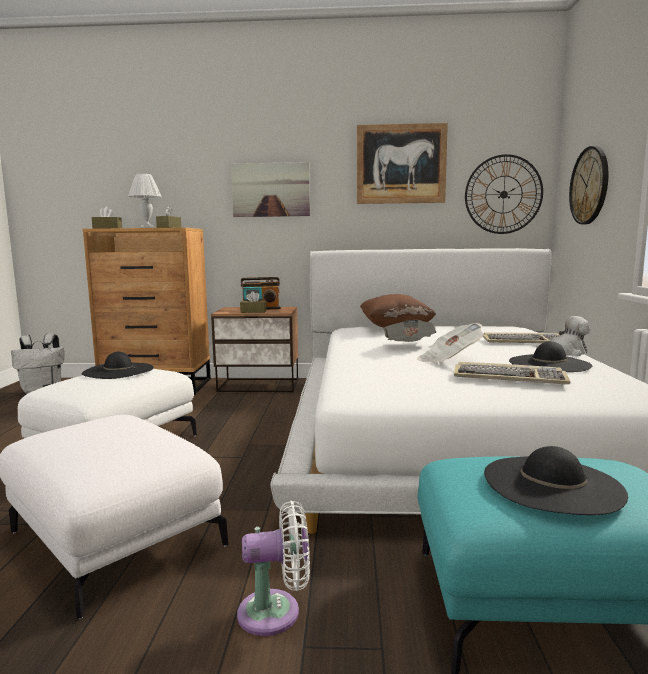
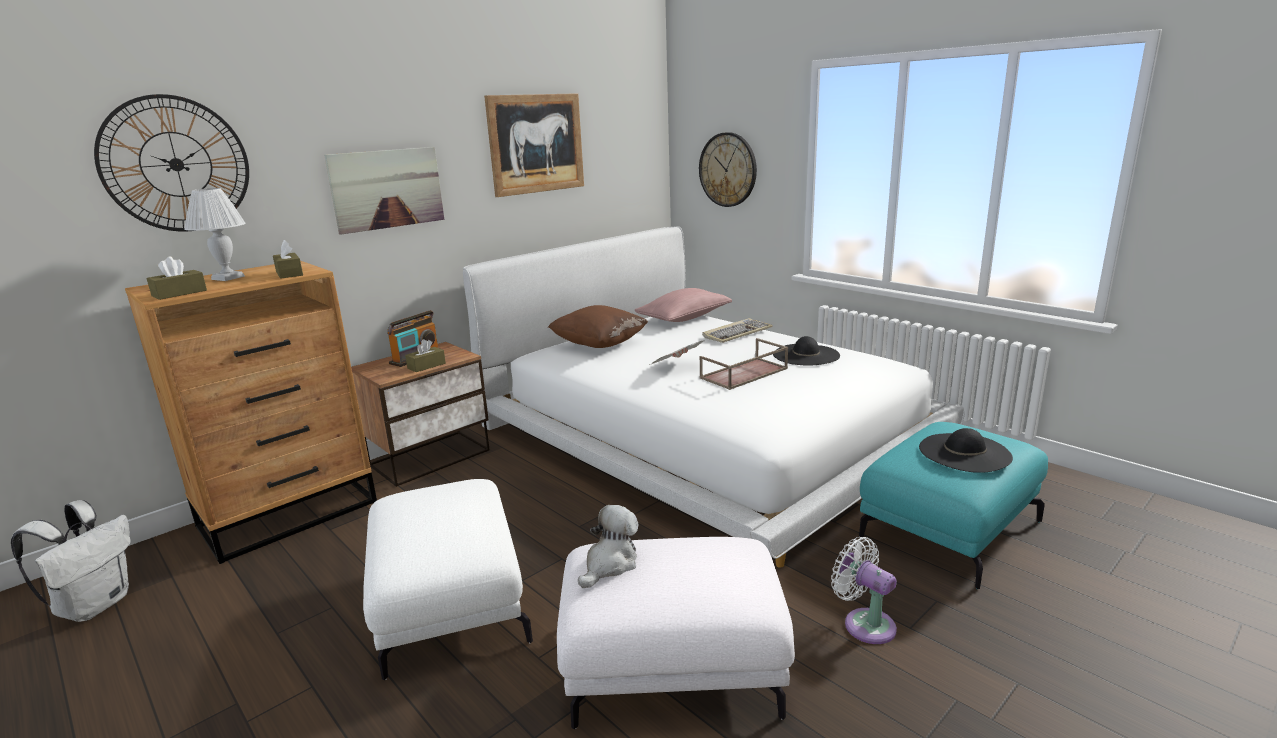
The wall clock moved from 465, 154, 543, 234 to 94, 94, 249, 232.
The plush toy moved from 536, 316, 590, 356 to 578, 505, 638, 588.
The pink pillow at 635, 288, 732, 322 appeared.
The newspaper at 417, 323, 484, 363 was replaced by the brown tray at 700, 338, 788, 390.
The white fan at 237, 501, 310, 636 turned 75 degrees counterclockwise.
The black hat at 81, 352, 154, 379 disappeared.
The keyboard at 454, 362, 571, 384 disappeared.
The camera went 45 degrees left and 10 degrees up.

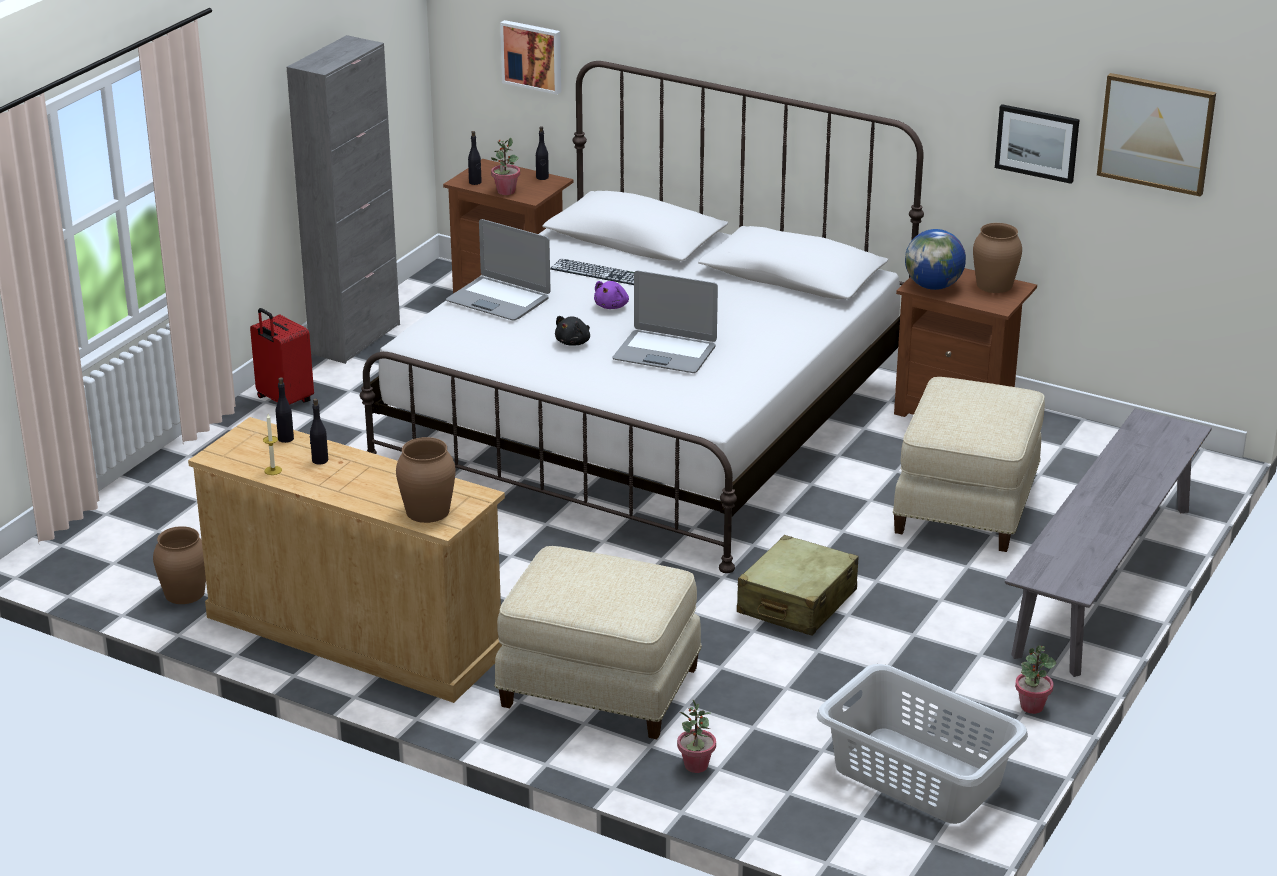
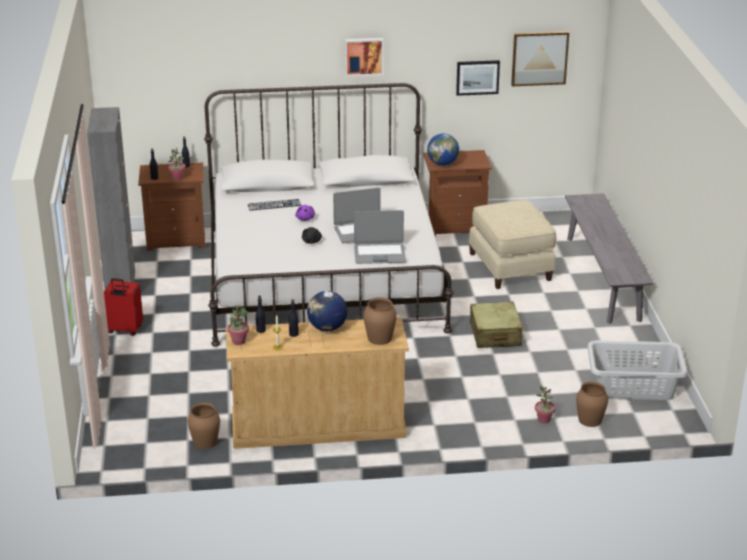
The potted plant moved from 1015, 645, 1056, 714 to 227, 305, 249, 345.
The globe at 307, 291, 348, 331 appeared.
The picture moved from 500, 20, 561, 95 to 345, 38, 384, 77.
The laptop moved from 446, 219, 551, 321 to 354, 210, 406, 264.
The brown vase moved from 973, 223, 1022, 293 to 576, 381, 608, 427.
The beige ottoman at 494, 546, 702, 739 disappeared.
The camera went 35 degrees left and 0 degrees up.

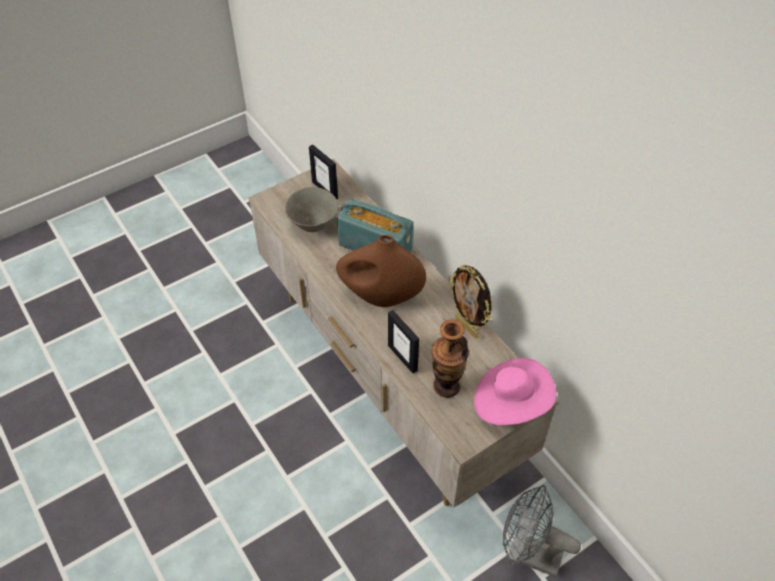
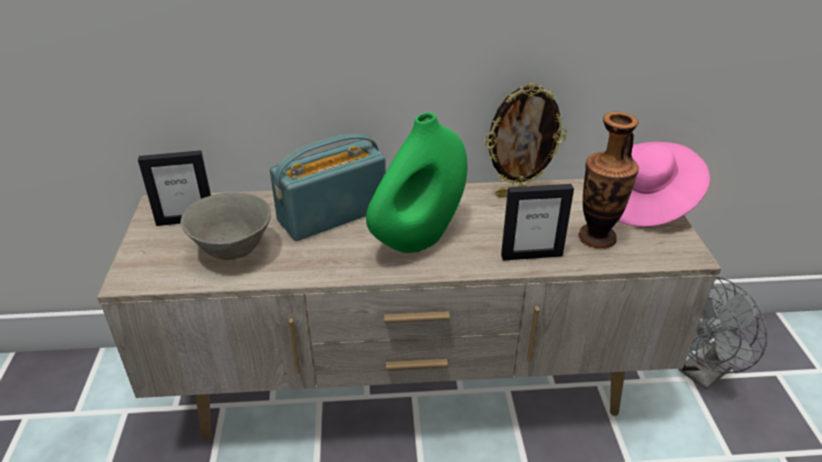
The brown vase at 336, 235, 426, 307 became the green vase at 366, 113, 467, 253.
The camera went 60 degrees left and 15 degrees down.

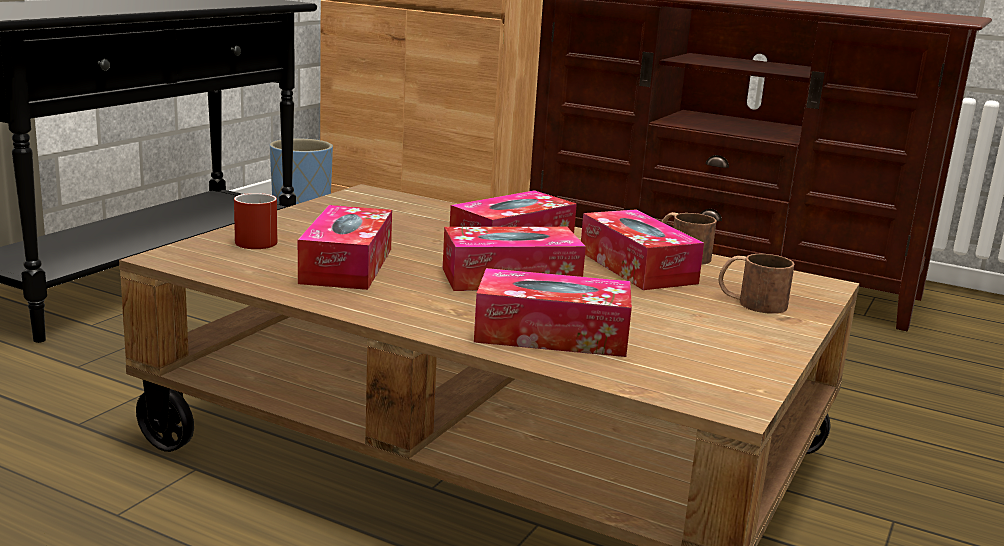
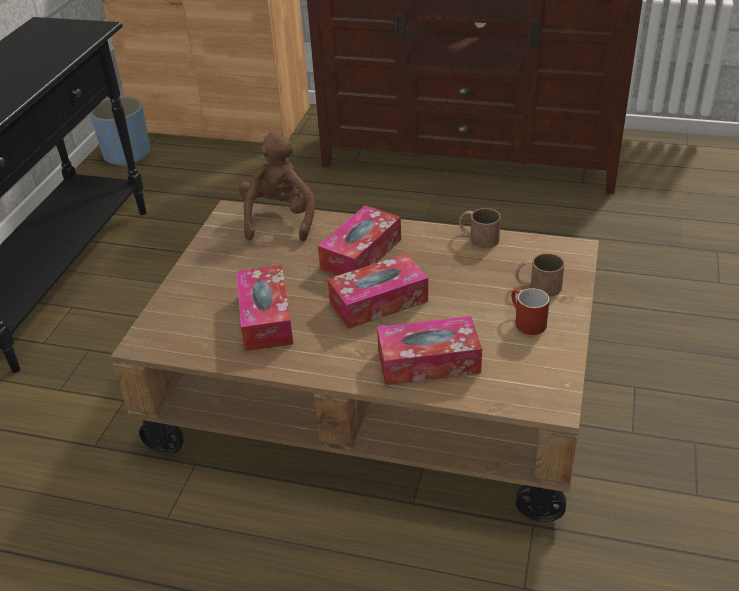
The brown plush toy at 239, 132, 315, 241 appeared.
The red mug moved from 234, 193, 277, 249 to 511, 288, 550, 335.
The tissue box at 581, 210, 704, 290 disappeared.
The camera went 10 degrees left and 20 degrees up.

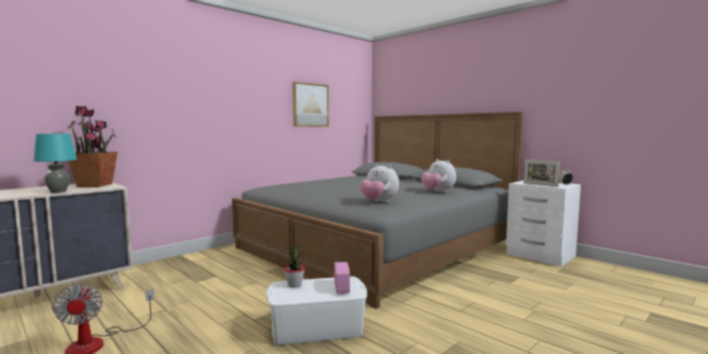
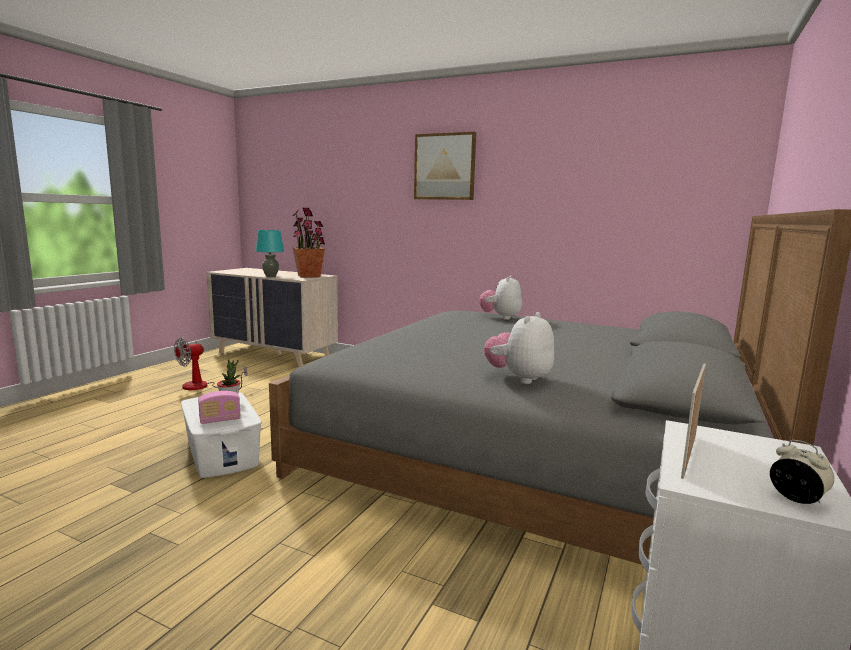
The picture moved from 293, 82, 329, 127 to 414, 132, 476, 200.
The plush toy moved from 360, 164, 399, 203 to 480, 275, 522, 320.
The camera went 70 degrees right and 5 degrees up.

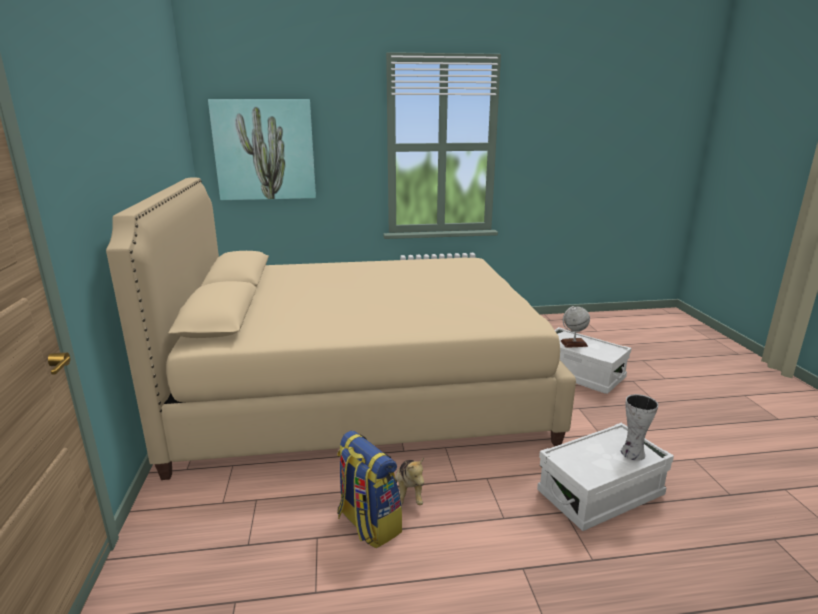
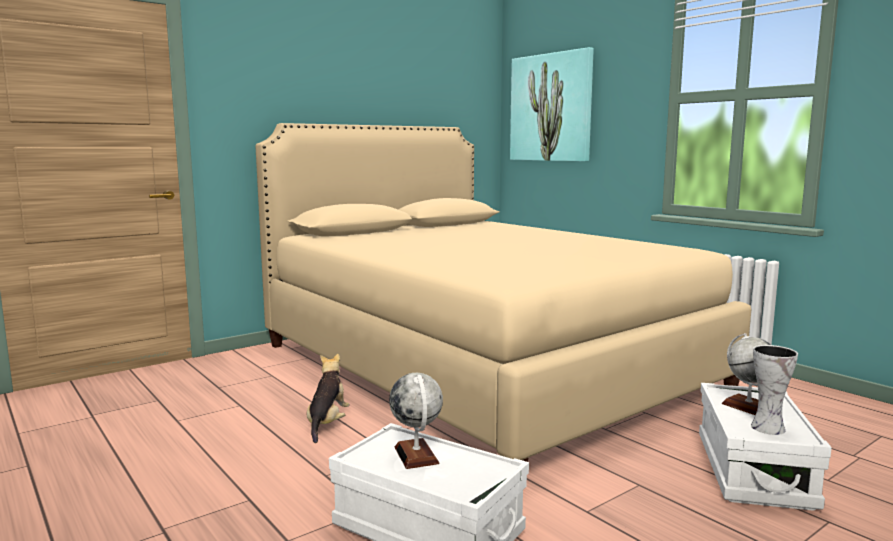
The plush toy at 395, 457, 424, 505 turned 135 degrees clockwise.
The globe at 389, 373, 443, 469 appeared.
The vase moved from 621, 394, 658, 461 to 751, 345, 798, 435.
The backpack at 337, 431, 402, 549 disappeared.
The camera went 60 degrees right and 10 degrees down.

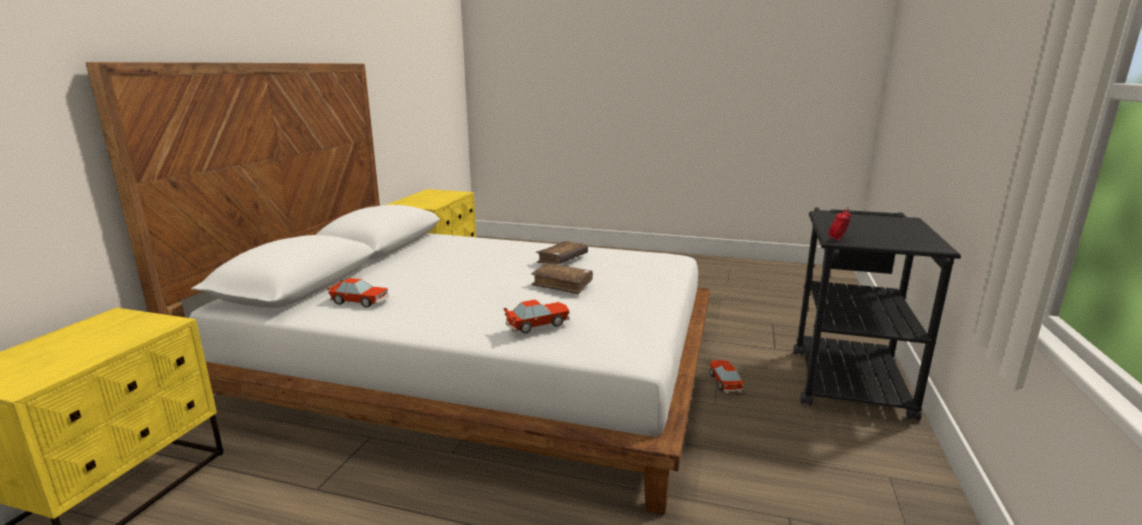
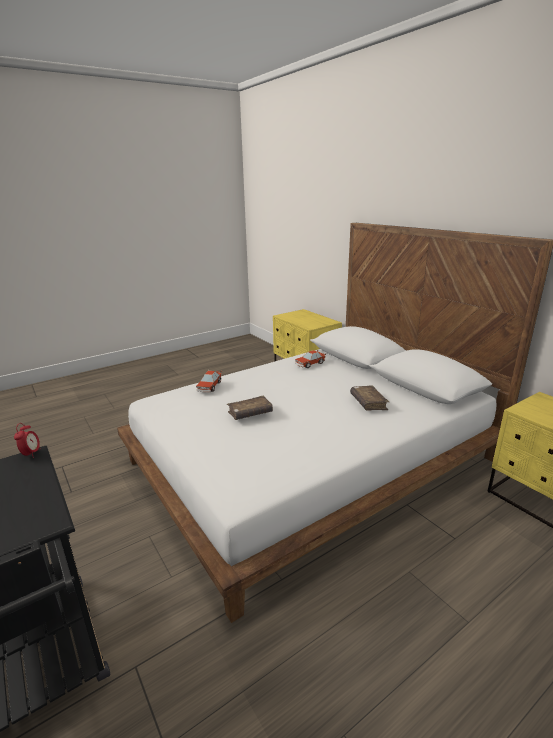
The brown book moved from 536, 241, 588, 264 to 350, 386, 389, 410.
The toy car at 709, 360, 745, 393 disappeared.
The camera went 130 degrees right and 5 degrees up.

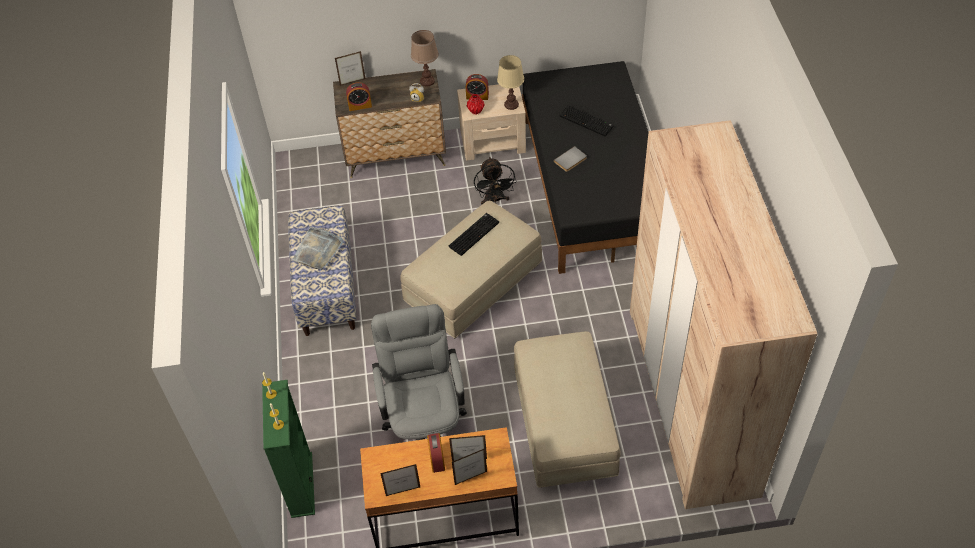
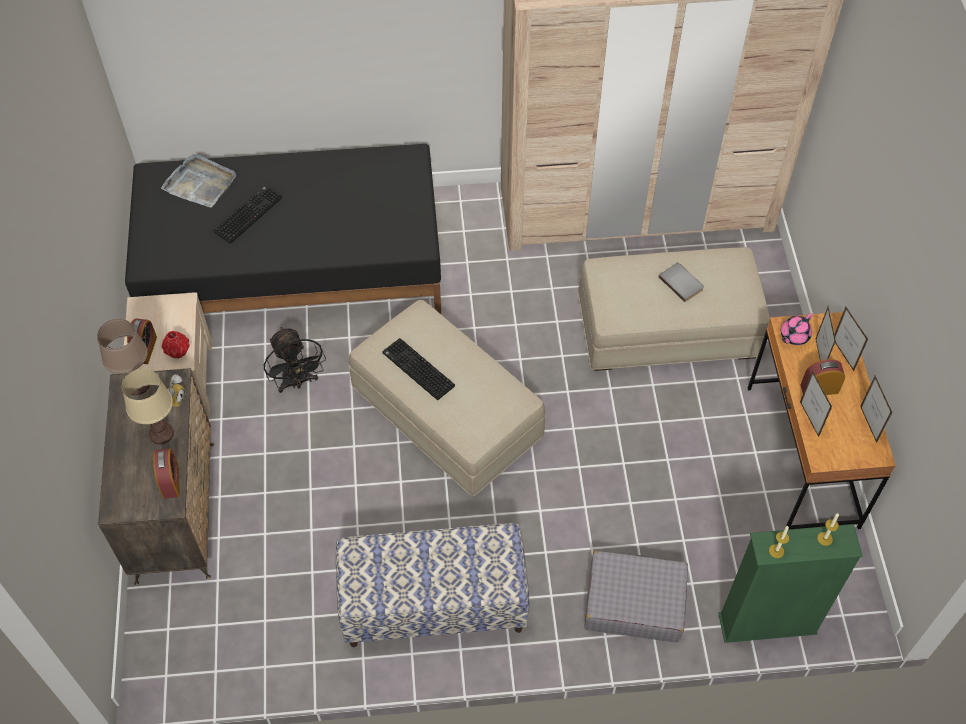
The beige table lamp moved from 497, 55, 524, 110 to 122, 368, 174, 445.
The grey tray moved from 292, 226, 343, 270 to 161, 154, 237, 208.
The black fan at 474, 157, 516, 205 turned 75 degrees clockwise.
The grey suitcase at 584, 551, 688, 643 appeared.
The grey book moved from 554, 146, 587, 172 to 659, 263, 704, 302.
The pink teapot at 781, 313, 812, 345 appeared.
The picture frame moved from 335, 51, 365, 86 to 800, 370, 832, 437.
The grey office chair at 371, 304, 467, 441 disappeared.
The camera went 90 degrees left and 5 degrees up.

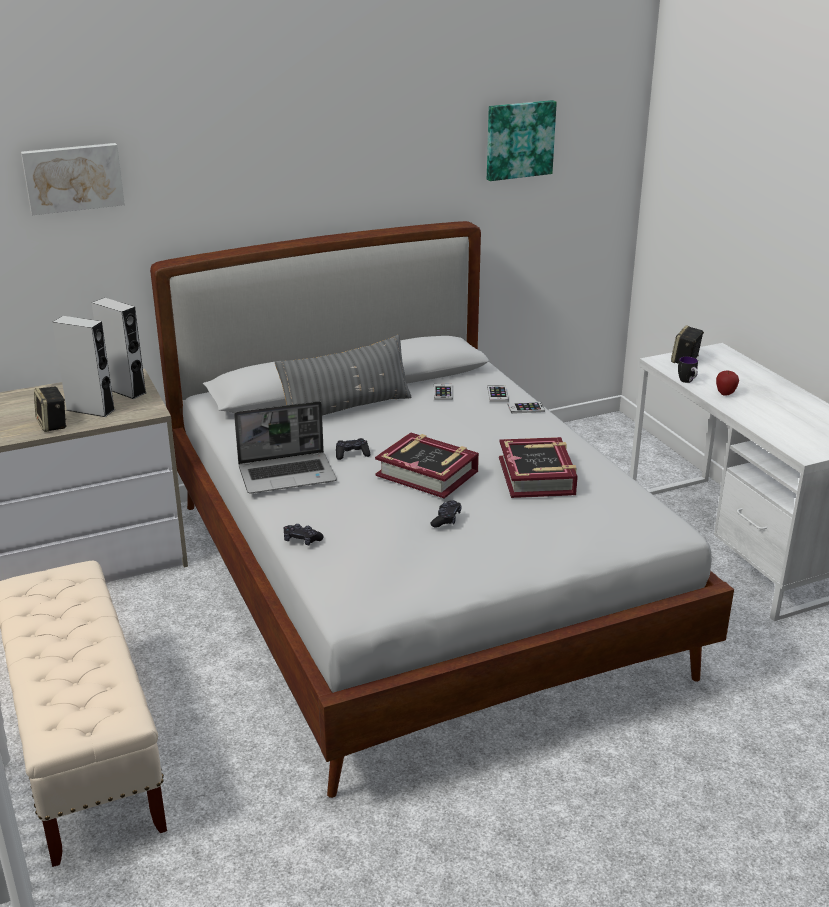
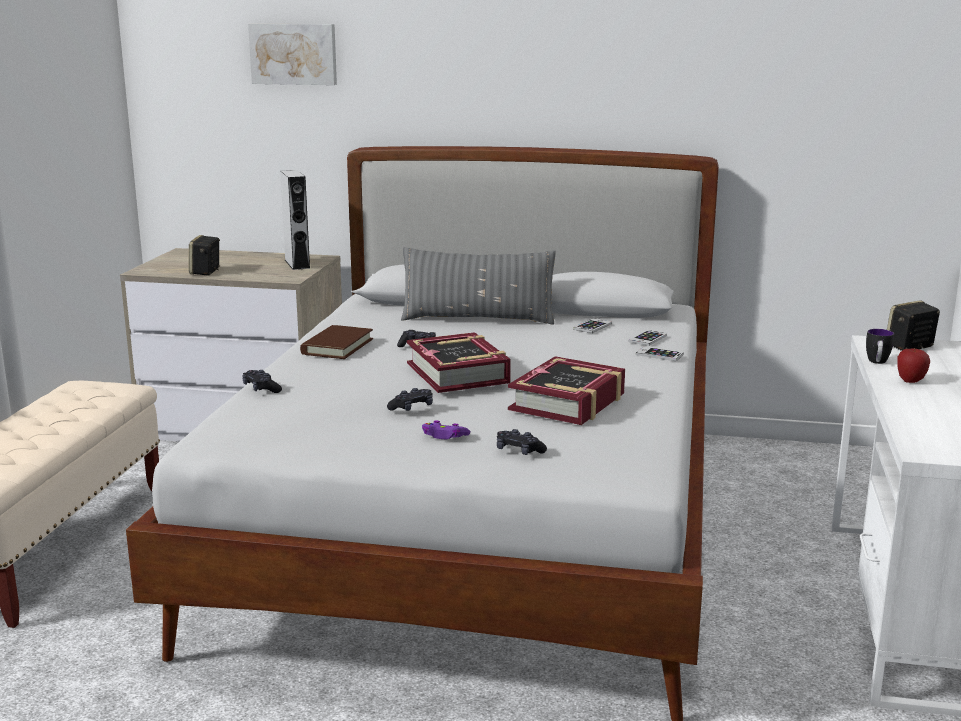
The laptop at 234, 401, 337, 494 was replaced by the brown book at 300, 325, 373, 359.
The purple game controller at 422, 421, 470, 439 appeared.
The black game controller at 497, 429, 547, 455 appeared.
The grey speaker at 52, 316, 116, 417 disappeared.
The picture at 487, 100, 557, 181 disappeared.
The camera went 35 degrees right and 10 degrees down.

